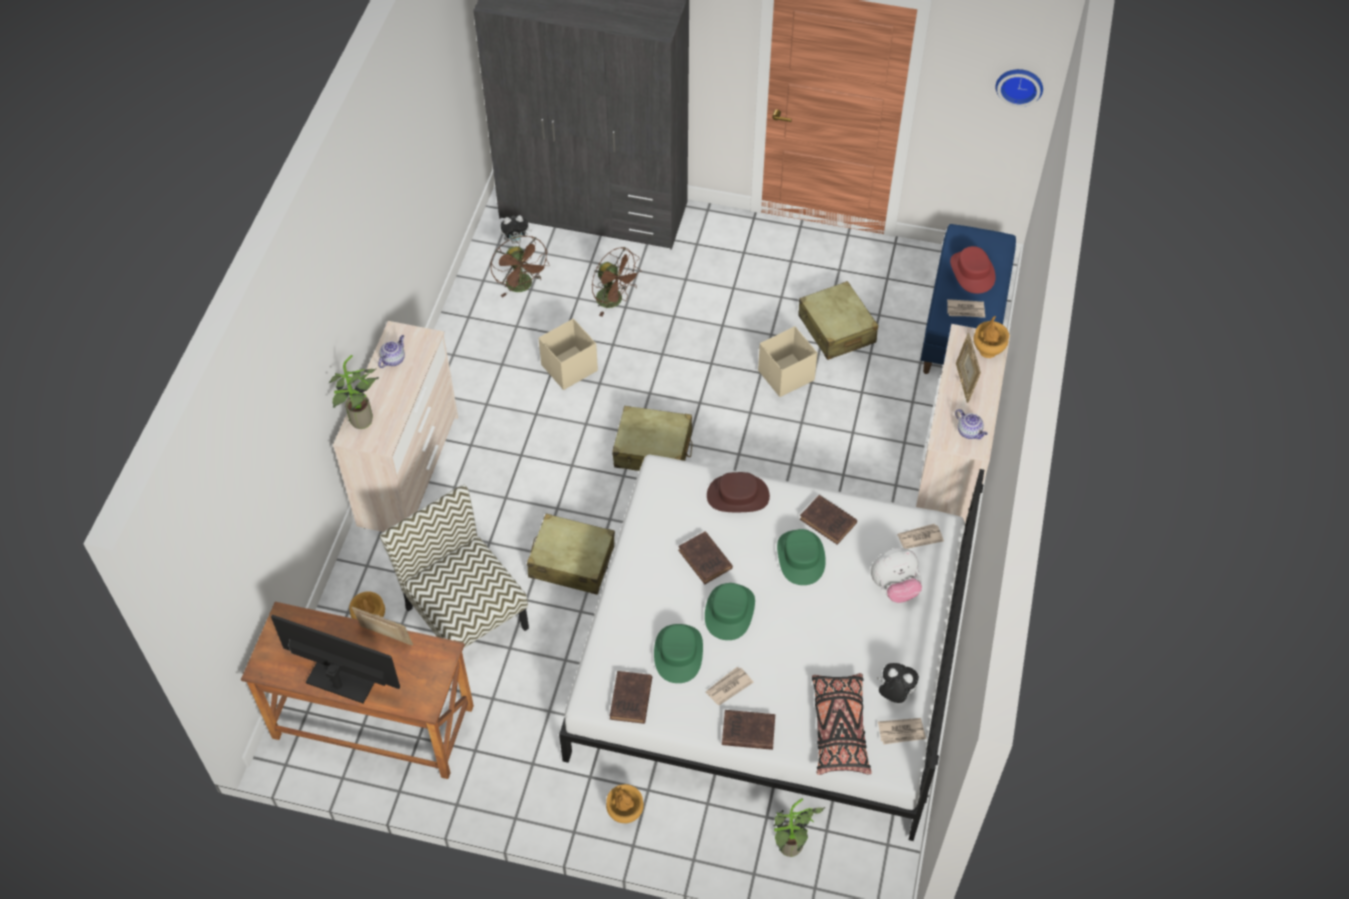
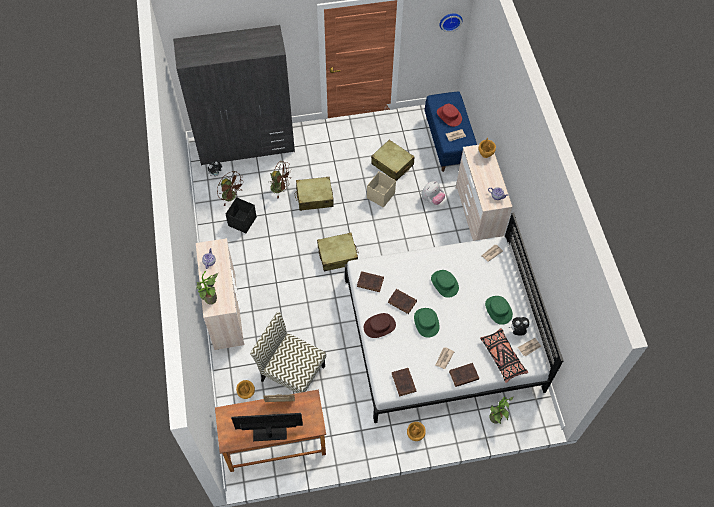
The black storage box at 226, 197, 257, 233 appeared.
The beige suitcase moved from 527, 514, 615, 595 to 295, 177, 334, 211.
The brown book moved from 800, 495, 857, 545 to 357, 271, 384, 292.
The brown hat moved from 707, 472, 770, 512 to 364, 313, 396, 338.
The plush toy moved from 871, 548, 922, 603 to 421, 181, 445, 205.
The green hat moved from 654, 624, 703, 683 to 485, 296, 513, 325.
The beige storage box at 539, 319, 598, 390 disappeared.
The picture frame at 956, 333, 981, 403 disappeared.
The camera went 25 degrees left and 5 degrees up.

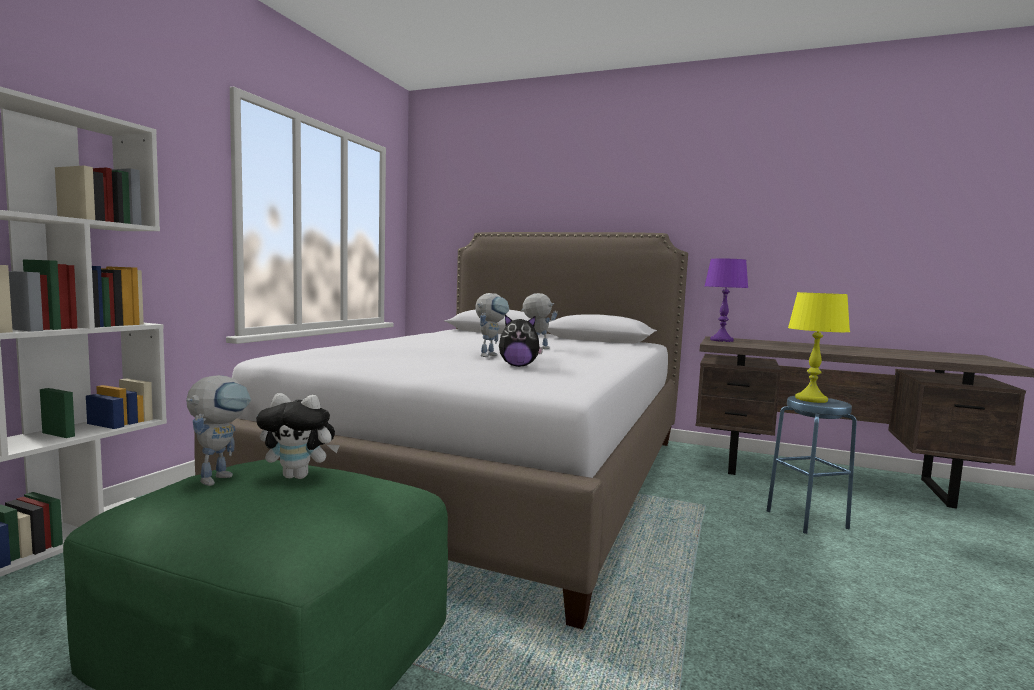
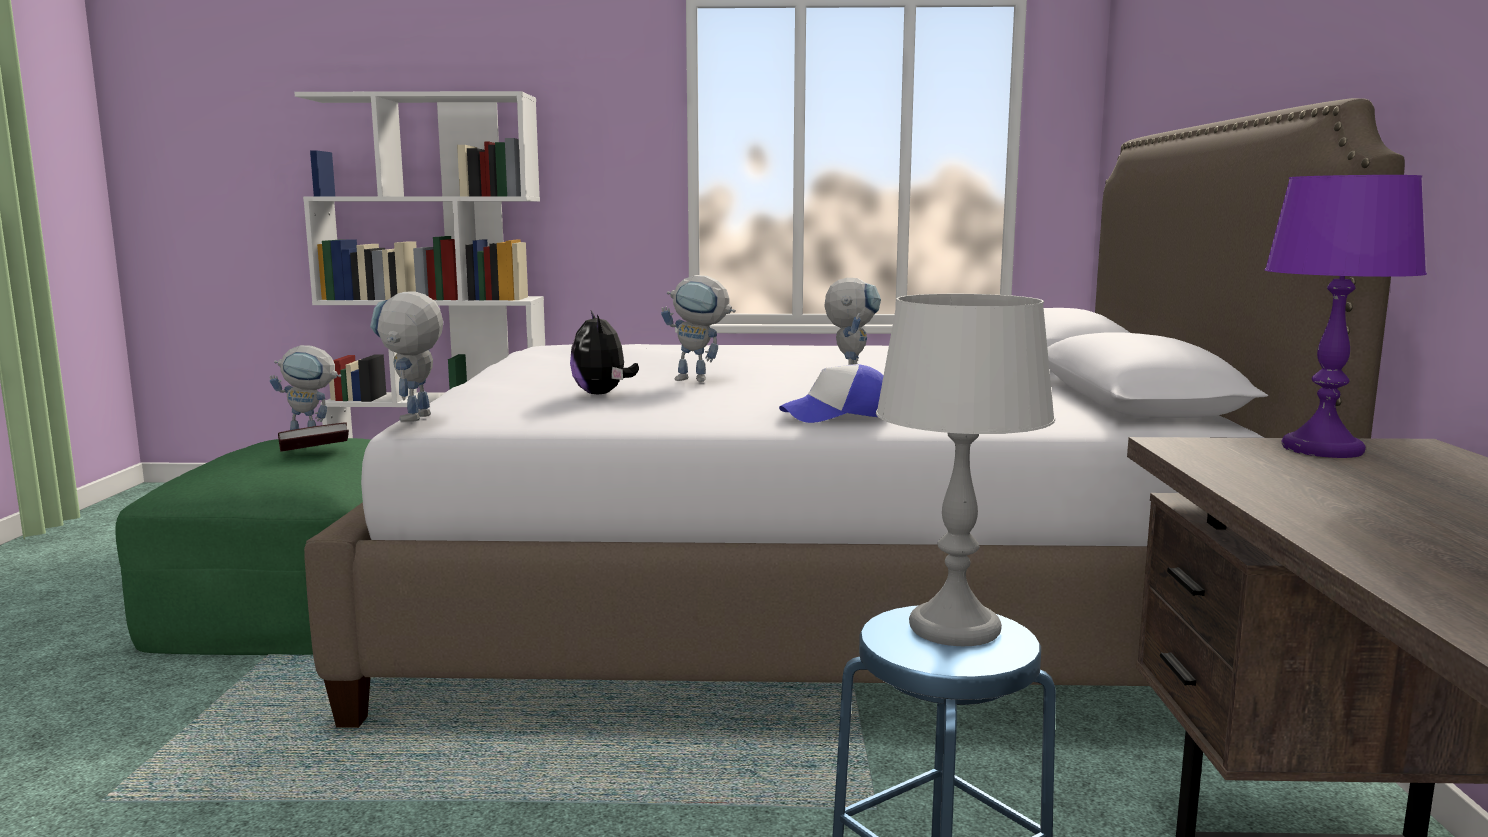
The plush toy at 256, 393, 340, 479 was replaced by the book at 278, 423, 349, 452.
The toy robot at 370, 291, 444, 422 appeared.
The cap at 779, 364, 884, 423 appeared.
The yellow table lamp at 788, 292, 850, 403 became the grey table lamp at 876, 294, 1055, 646.
The camera went 70 degrees right and 5 degrees up.

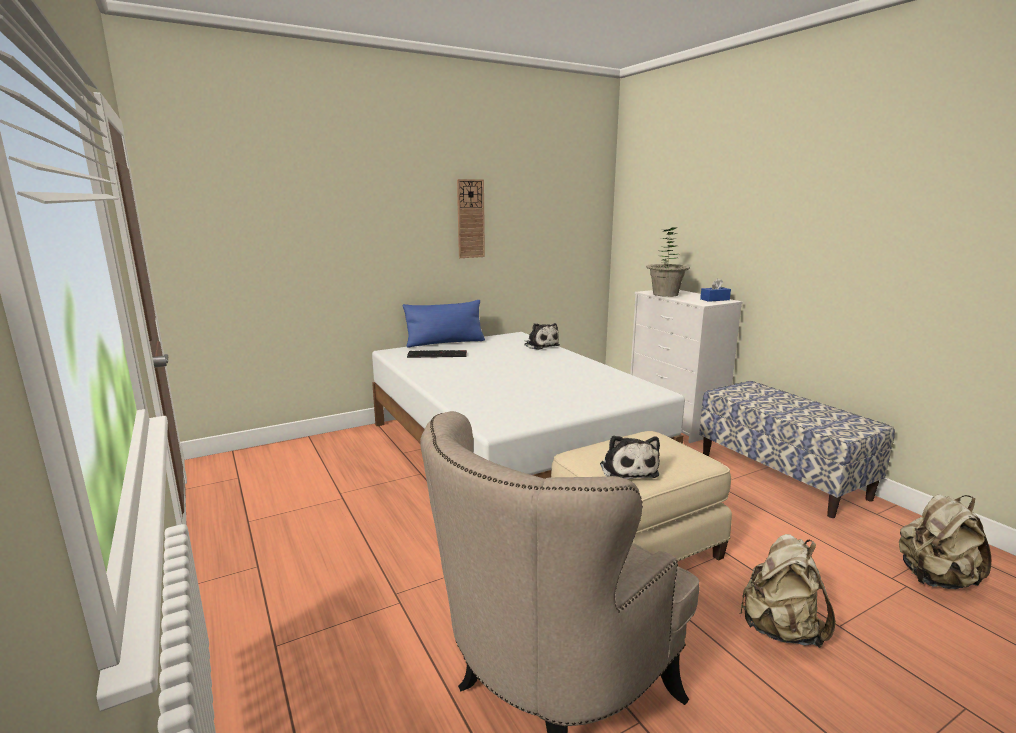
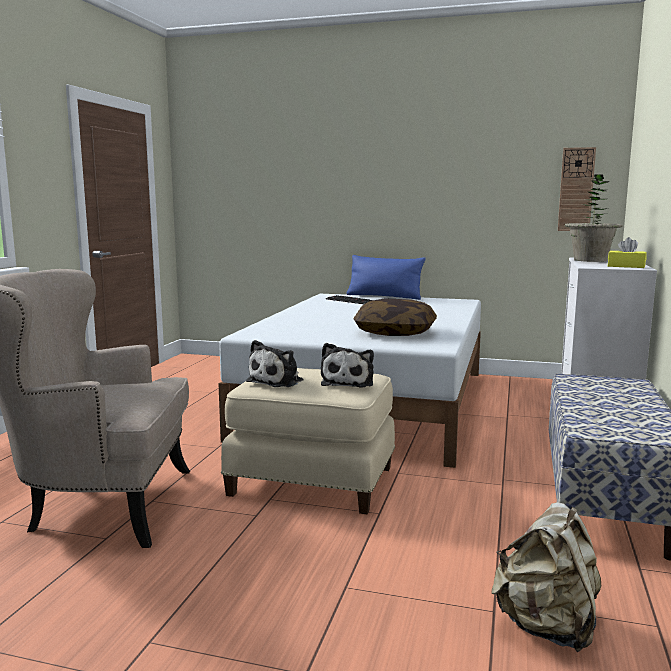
The plush toy moved from 524, 323, 560, 350 to 321, 343, 374, 388.
The pillow at 354, 299, 437, 336 appeared.
The wall clock moved from 457, 179, 485, 258 to 558, 147, 596, 231.
The blue tissue box at 700, 278, 731, 302 became the yellow tissue box at 608, 237, 647, 268.
The beige backpack at 740, 534, 836, 648 disappeared.
The camera went 45 degrees right and 5 degrees down.

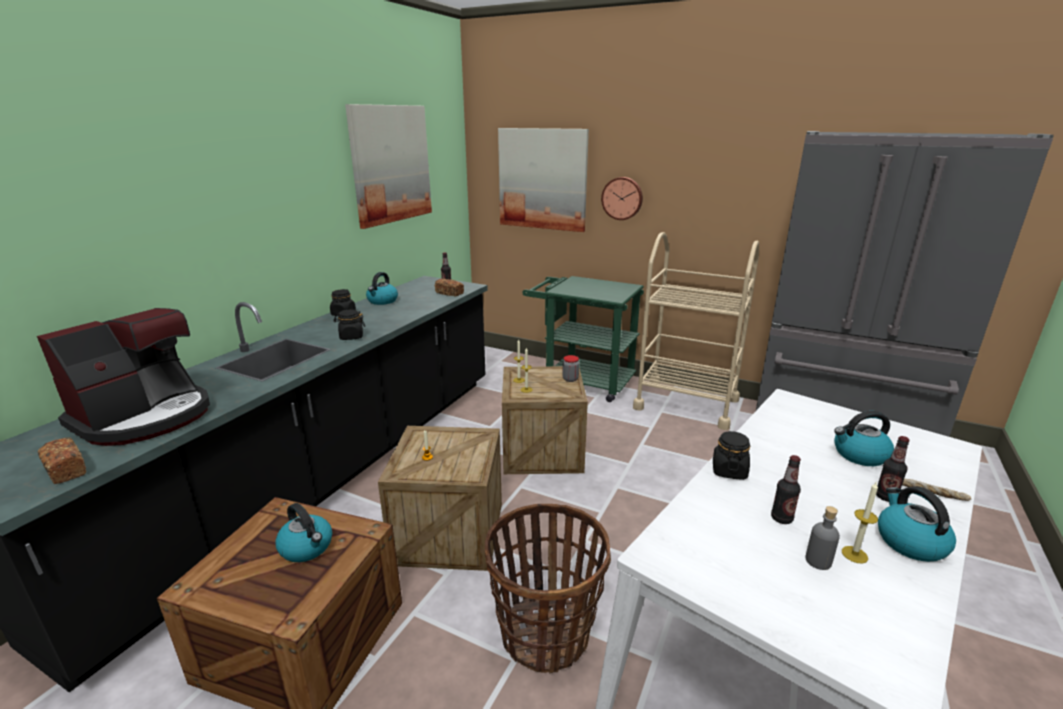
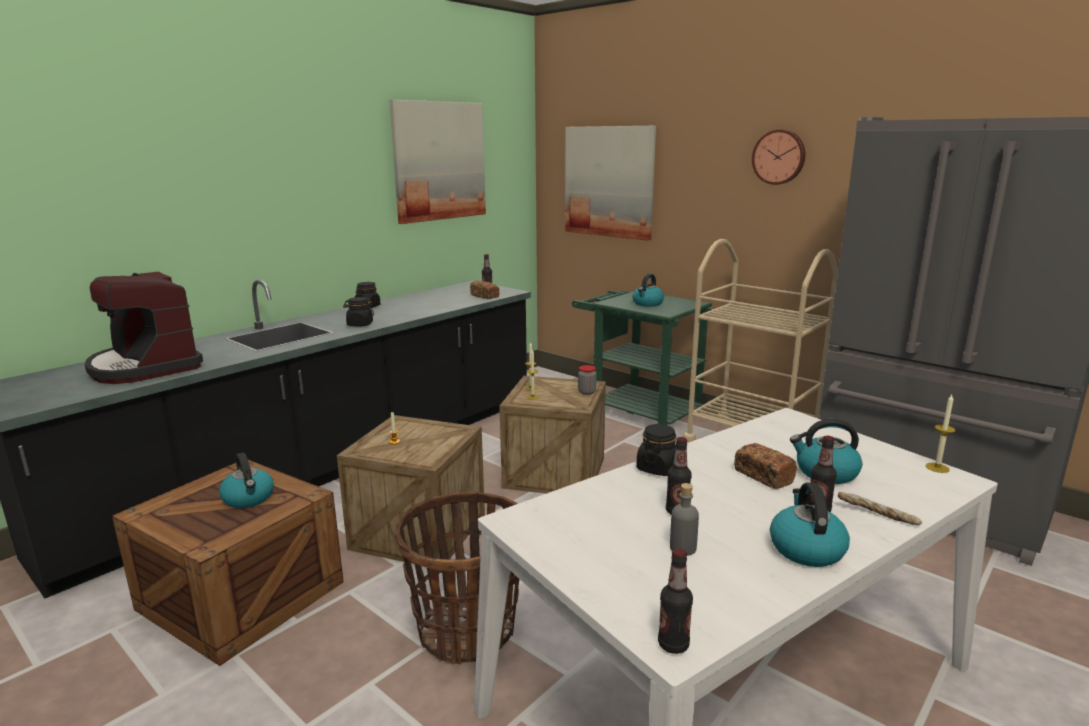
The coffee machine at 37, 308, 210, 446 turned 90 degrees clockwise.
The kettle moved from 366, 272, 398, 305 to 632, 274, 664, 307.
The bottle at 658, 548, 693, 654 appeared.
The bread moved from 37, 438, 86, 484 to 734, 443, 797, 489.
The wall clock moved from 601, 177, 643, 220 to 752, 130, 805, 185.
The candle moved from 842, 481, 878, 563 to 925, 395, 956, 473.
The camera went 15 degrees right and 5 degrees down.

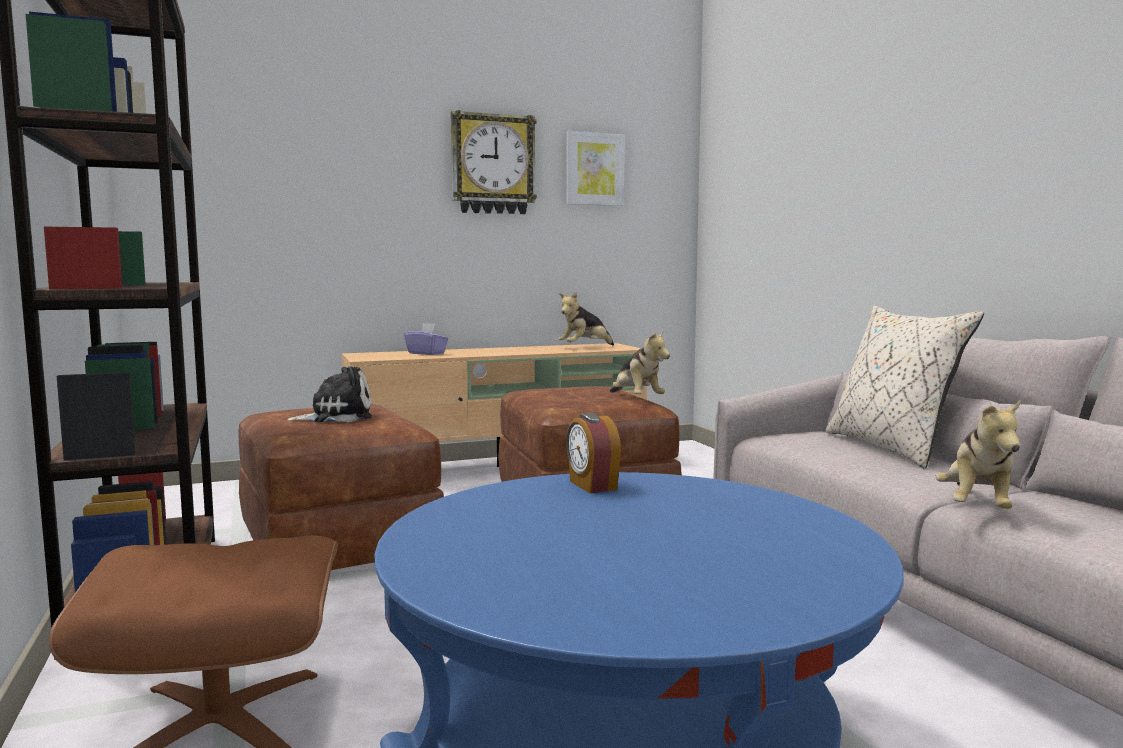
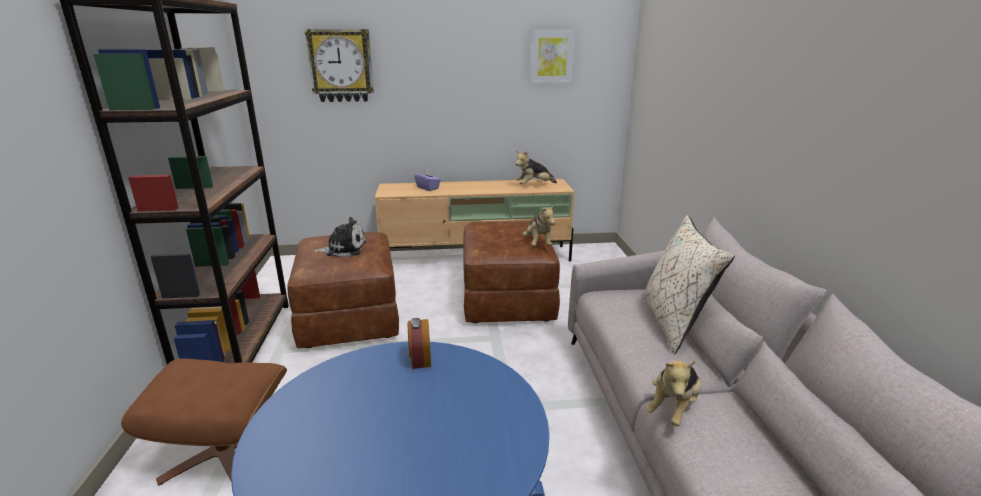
The wall clock moved from 451, 110, 537, 214 to 305, 29, 374, 102.
The camera went 15 degrees right and 15 degrees up.

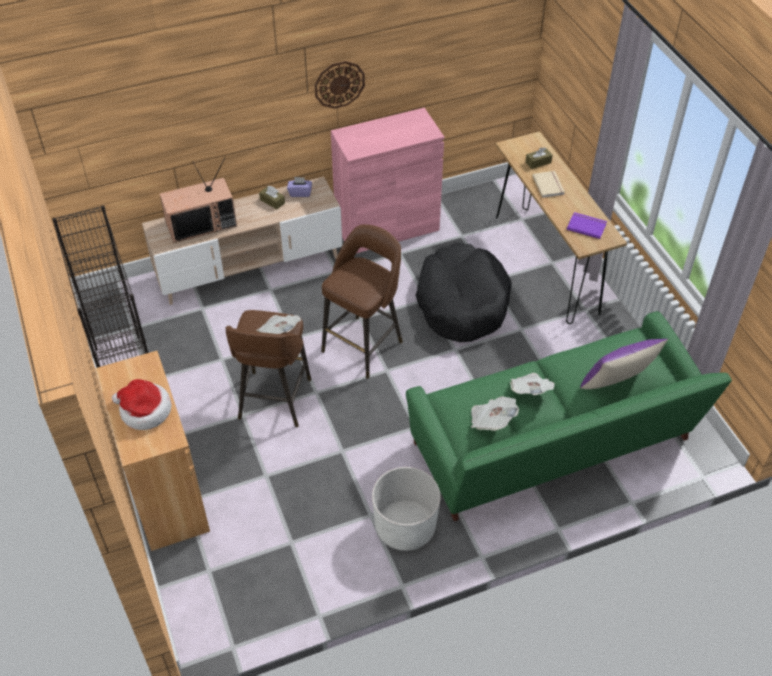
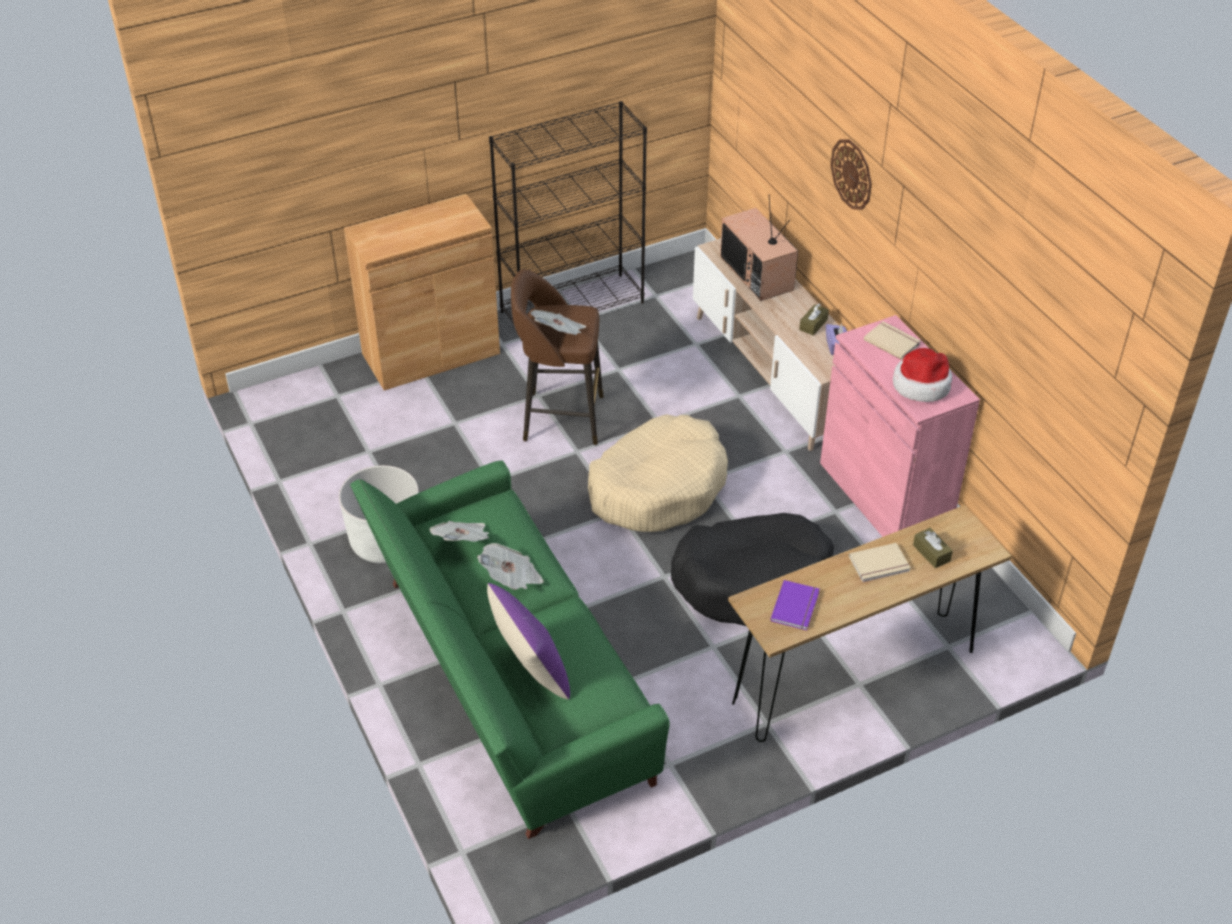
The brown stool at 321, 224, 403, 379 was replaced by the beige dog bed at 588, 414, 728, 532.
The wall clock moved from 315, 61, 365, 109 to 830, 140, 872, 210.
The beige book at 864, 321, 920, 360 appeared.
The hat moved from 112, 379, 172, 430 to 893, 348, 952, 402.
The camera went 85 degrees right and 5 degrees down.

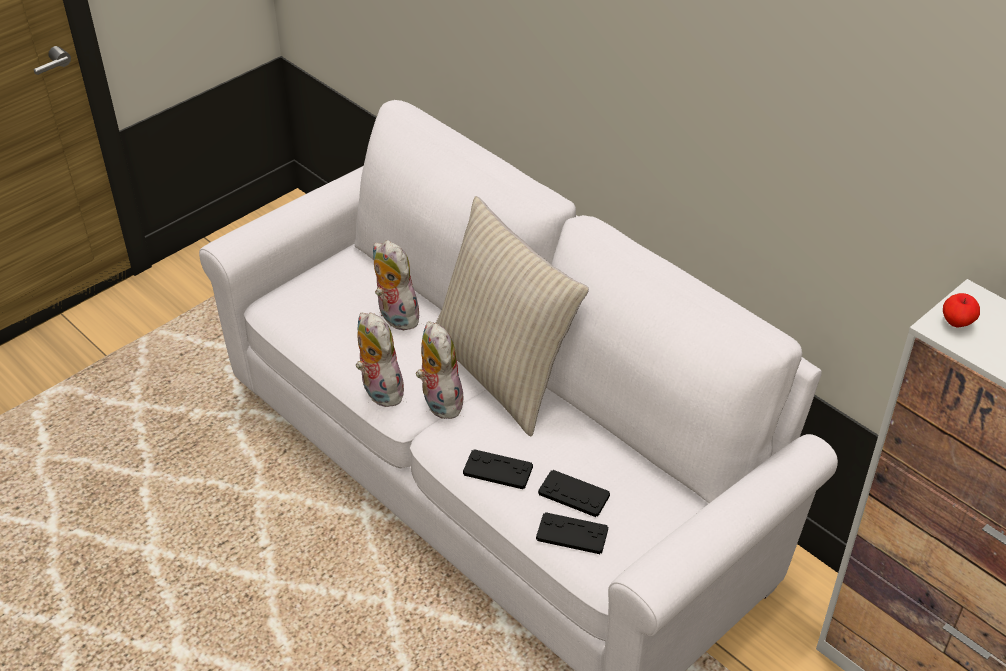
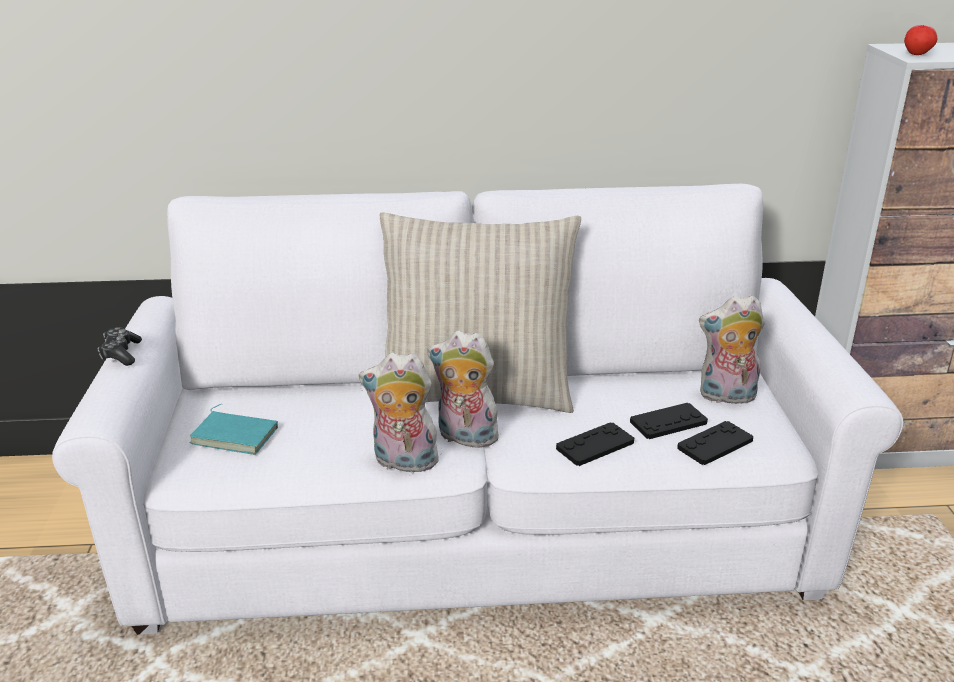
The game controller at 97, 327, 142, 366 appeared.
The turquoise book at 190, 404, 278, 455 appeared.
The plush toy moved from 373, 240, 419, 330 to 699, 295, 765, 404.
The camera went 50 degrees left and 15 degrees down.

